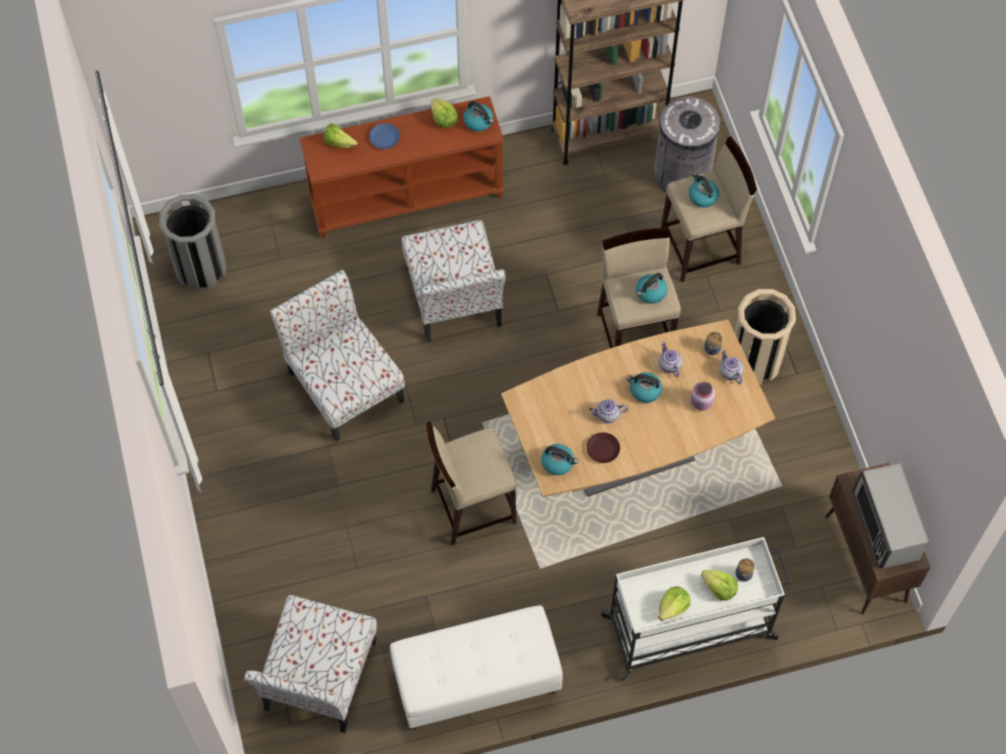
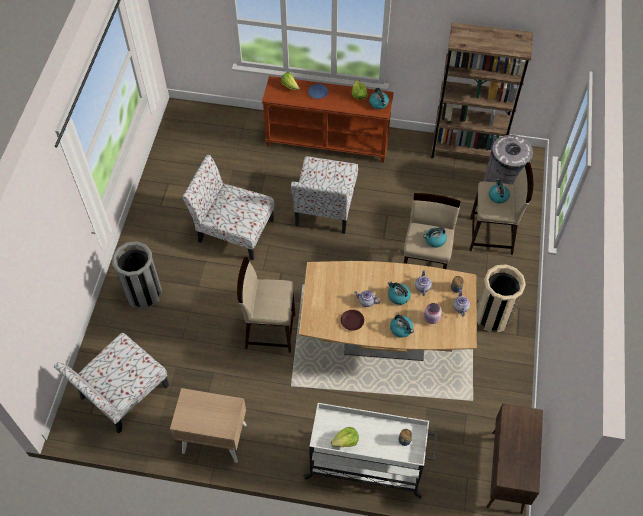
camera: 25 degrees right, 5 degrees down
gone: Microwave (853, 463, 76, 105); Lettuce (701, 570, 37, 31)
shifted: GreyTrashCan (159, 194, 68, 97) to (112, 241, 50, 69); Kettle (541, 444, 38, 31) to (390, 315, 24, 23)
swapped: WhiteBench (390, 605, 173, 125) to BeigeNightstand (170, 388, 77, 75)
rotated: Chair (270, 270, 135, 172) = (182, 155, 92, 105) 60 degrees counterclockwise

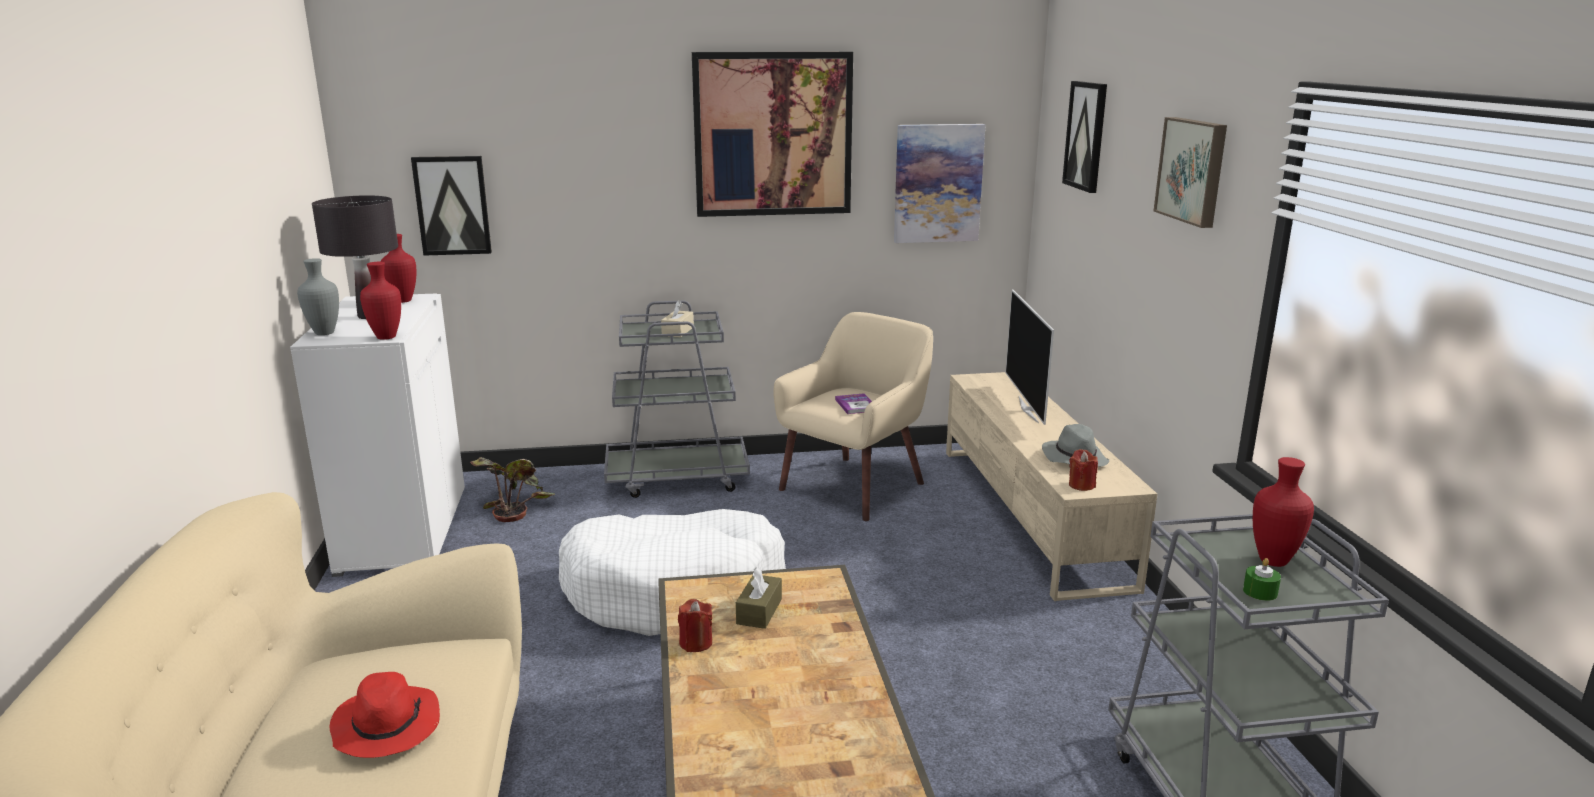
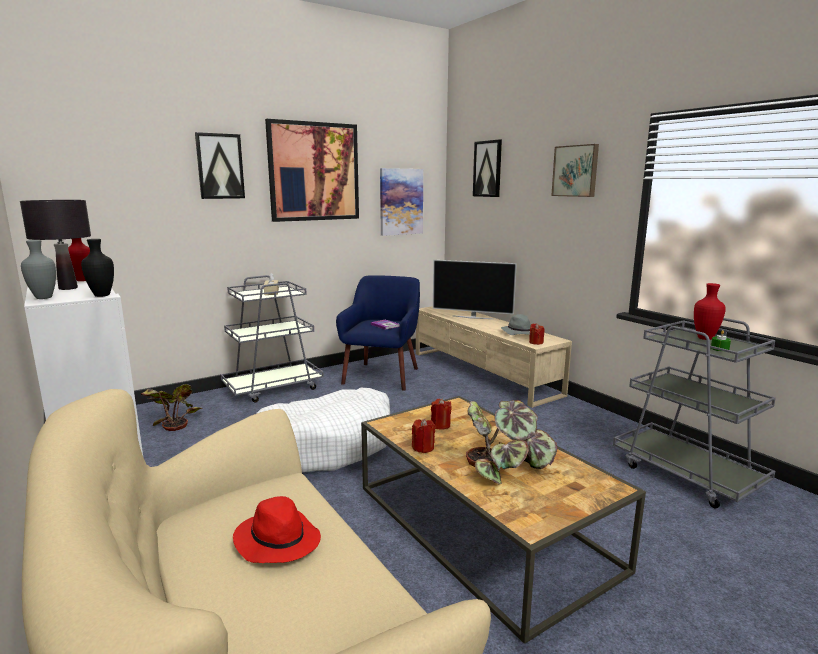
camera: 25 degrees left, 5 degrees down
new: PottedPlant (466, 400, 91, 85)
shifted: Picture (411, 156, 81, 100) to (195, 132, 50, 67)
swapped: BrownTissueBox (736, 567, 46, 62) to RedCandle (431, 398, 21, 31)
repainted: RedVase (360, 262, 41, 78) to BlackVase (81, 239, 33, 58); BeigeArmchair (773, 312, 160, 209) to BlueArmchair (336, 275, 84, 116)
rotated: Television (1006, 290, 48, 135) = (433, 260, 84, 59) 45 degrees counterclockwise

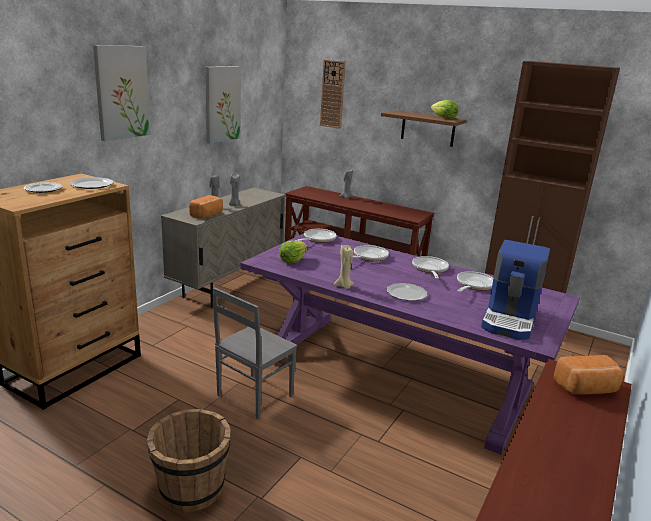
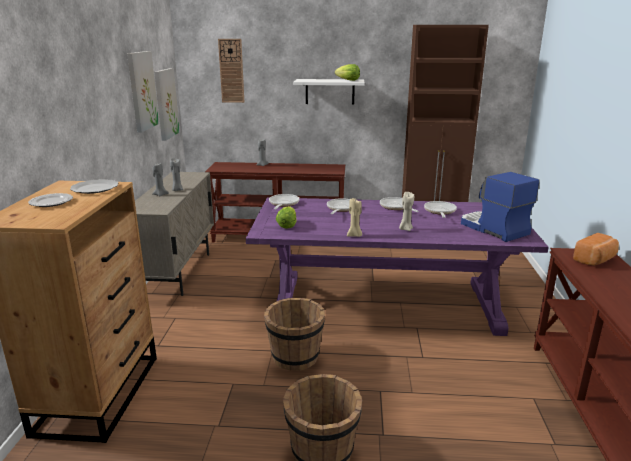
camera: 25 degrees left, 0 degrees up
gone: Bread (189, 195, 34, 24)
shifted: Picture (93, 45, 57, 96) to (154, 68, 26, 73)
swapped: Plate (387, 283, 40, 18) to BeigeCandle (399, 192, 15, 39); GreyChair (213, 287, 84, 132) to BrownBucket (264, 298, 61, 73)
repainted: BrownShelf (381, 110, 86, 37) to WhiteShelf (293, 79, 71, 26)
rotated: CoffeeMachine (481, 240, 69, 100) = (461, 172, 79, 70) 150 degrees clockwise

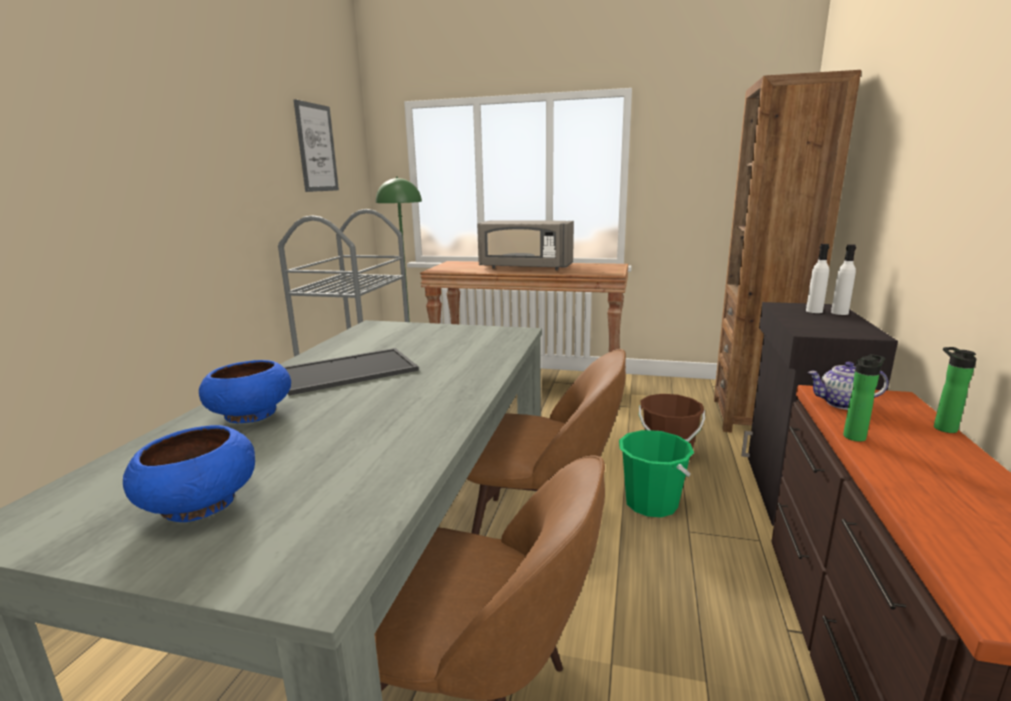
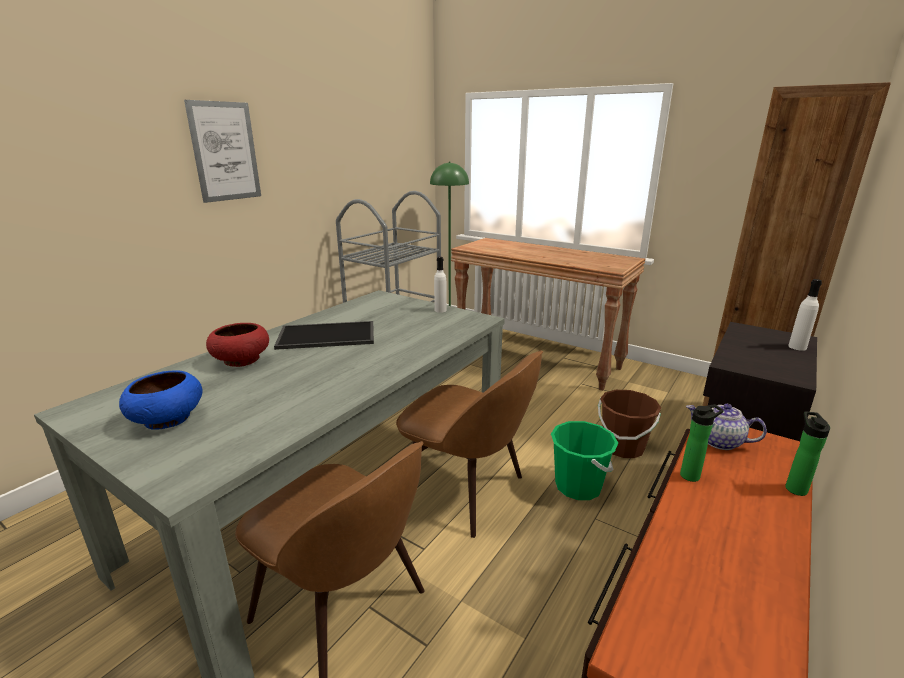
camera: 20 degrees right, 5 degrees up
gone: GreyMicrowave (477, 220, 97, 50)
shifted: Picture (294, 99, 45, 93) to (184, 100, 77, 103); WhiteBottle (806, 244, 23, 69) to (434, 257, 13, 56)
repainted: BlueBowl (199, 360, 92, 63) to RedBowl (206, 323, 63, 44)

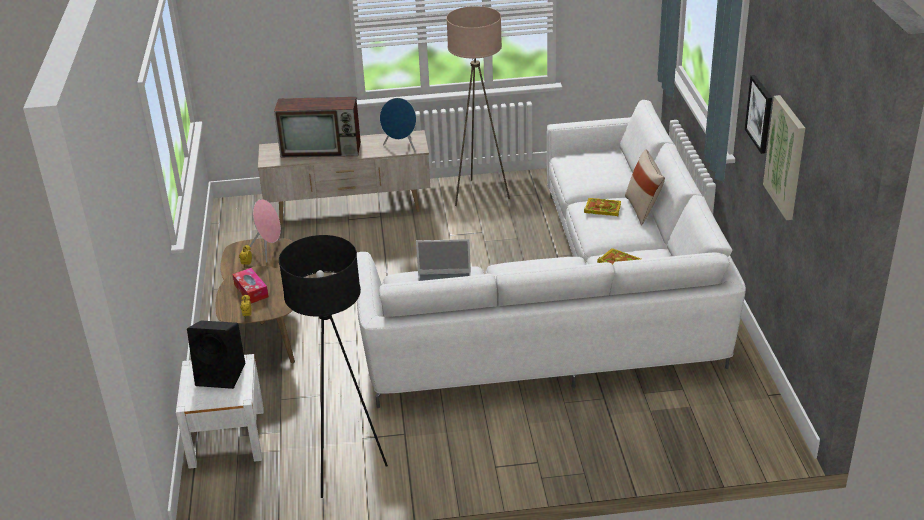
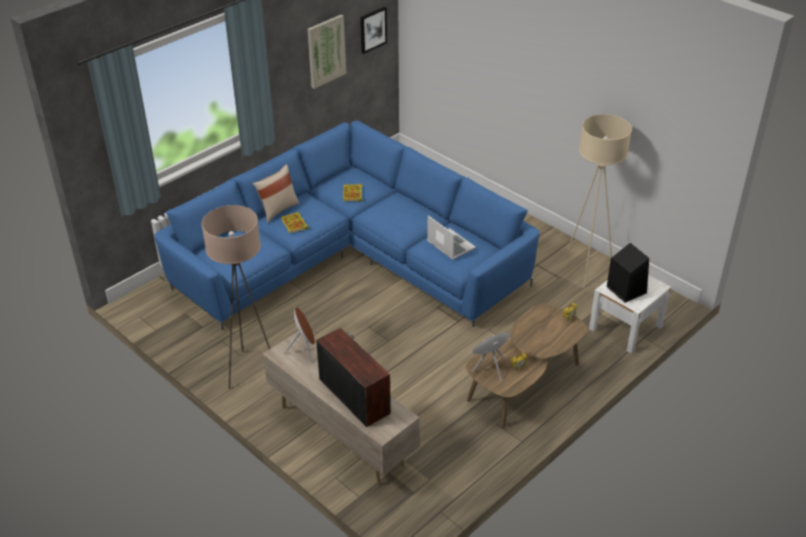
camera: 130 degrees left, 5 degrees up
gone: TissueBox (232, 268, 37, 35)
shifted: Picture (745, 75, 27, 79) to (361, 7, 26, 47)
repainted: BlueSpeaker (380, 98, 36, 54) to BrownSpeaker (284, 307, 31, 56); WhiteSofa (357, 100, 389, 308) to BlueSofa (154, 121, 386, 209); BlackFloorLamp (279, 235, 109, 263) to BeigeFloorLamp (565, 114, 67, 174)

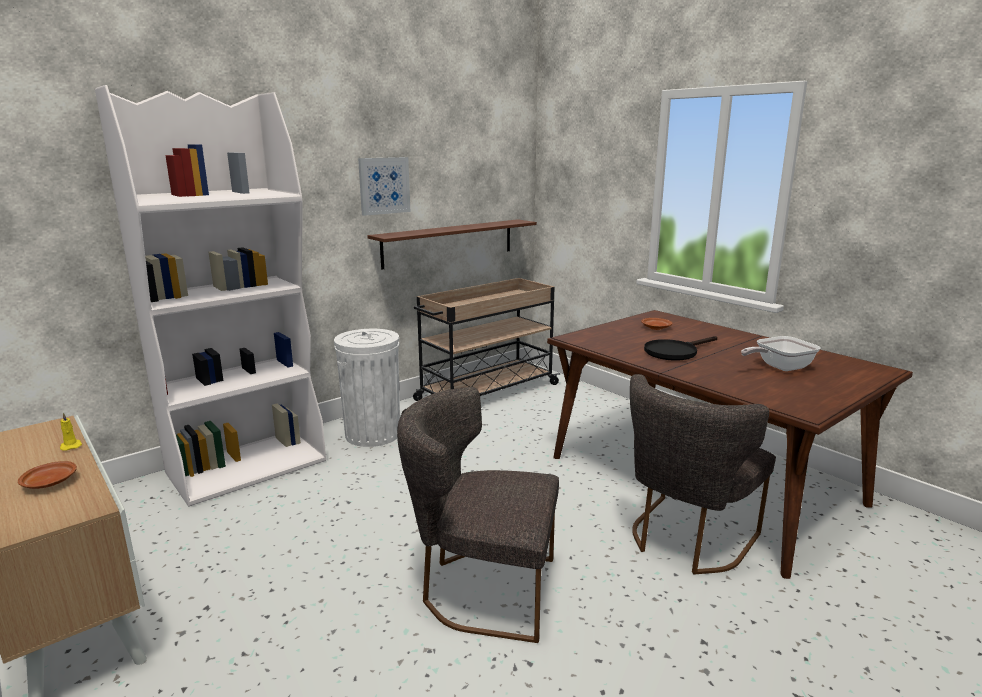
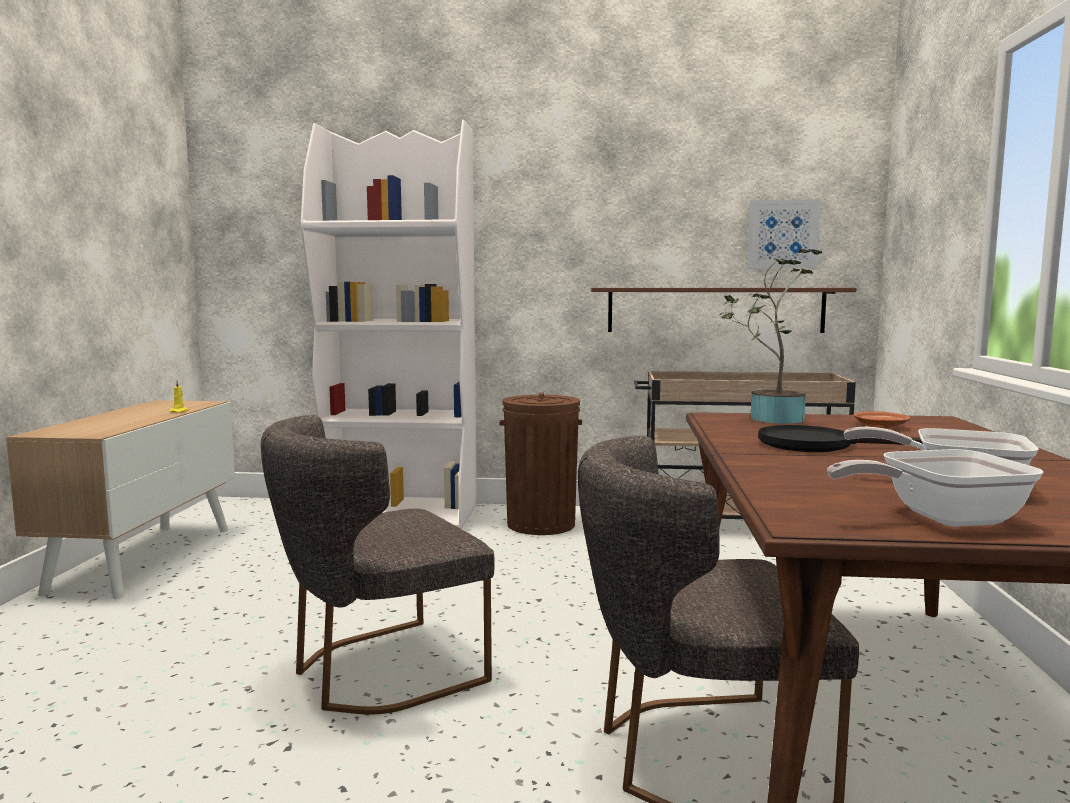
camera: 45 degrees right, 10 degrees down
gone: BrownPlate (18, 461, 59, 28)
new: PottedPlant (719, 249, 103, 175); FryingPan (827, 449, 217, 78)
shifted: Picture (358, 157, 52, 59) to (747, 199, 74, 70)
repainted: WhiteTrashCan (334, 329, 66, 118) to BrownTrashCan (499, 392, 83, 143)
rotated: GreyChair (397, 387, 162, 256) = (261, 415, 234, 300) 90 degrees counterclockwise

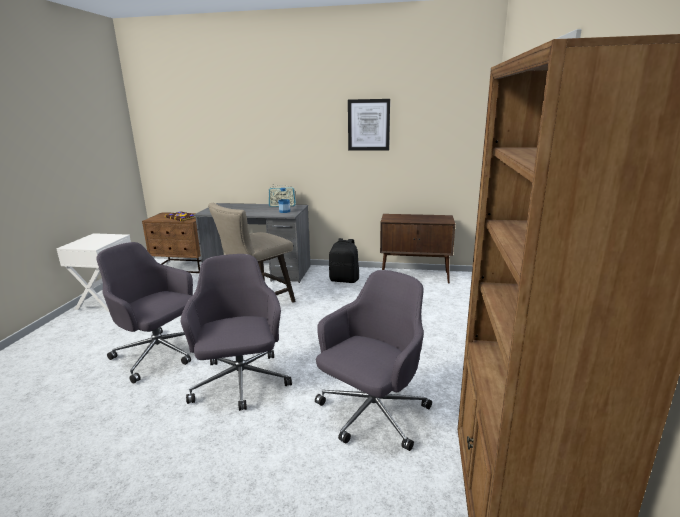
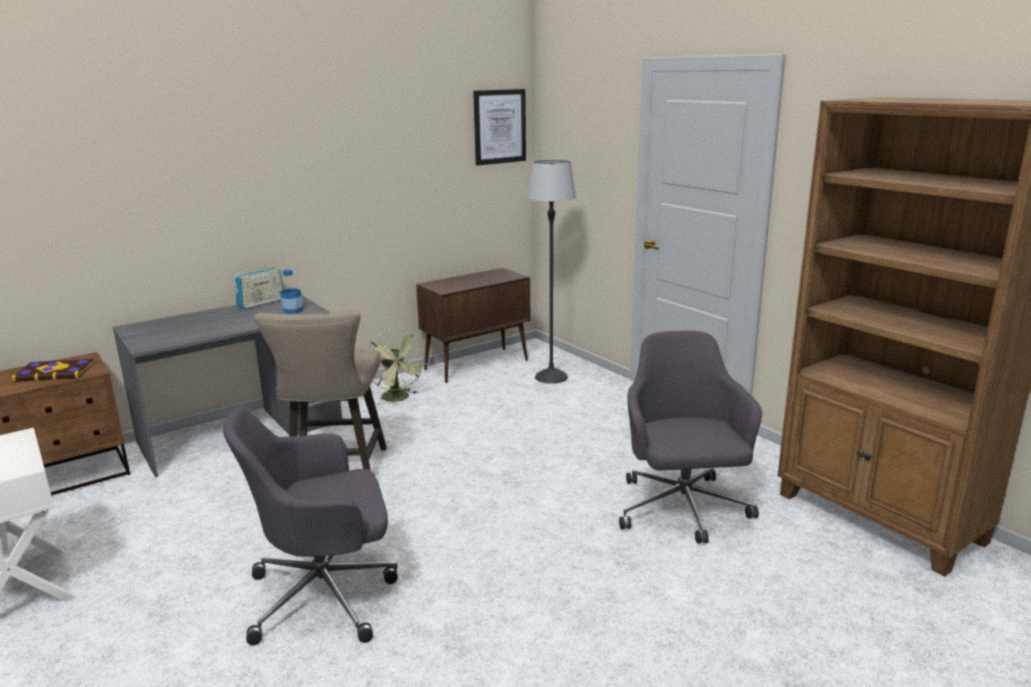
camera: 45 degrees left, 0 degrees up
gone: GreyOfficeChair (181, 254, 111, 157)
new: FloorLamp (527, 160, 49, 224)
shifted: Picture (348, 99, 42, 52) to (473, 89, 53, 77)
swapped: BlackBackpack (329, 238, 30, 45) to GreenFan (368, 329, 58, 76)

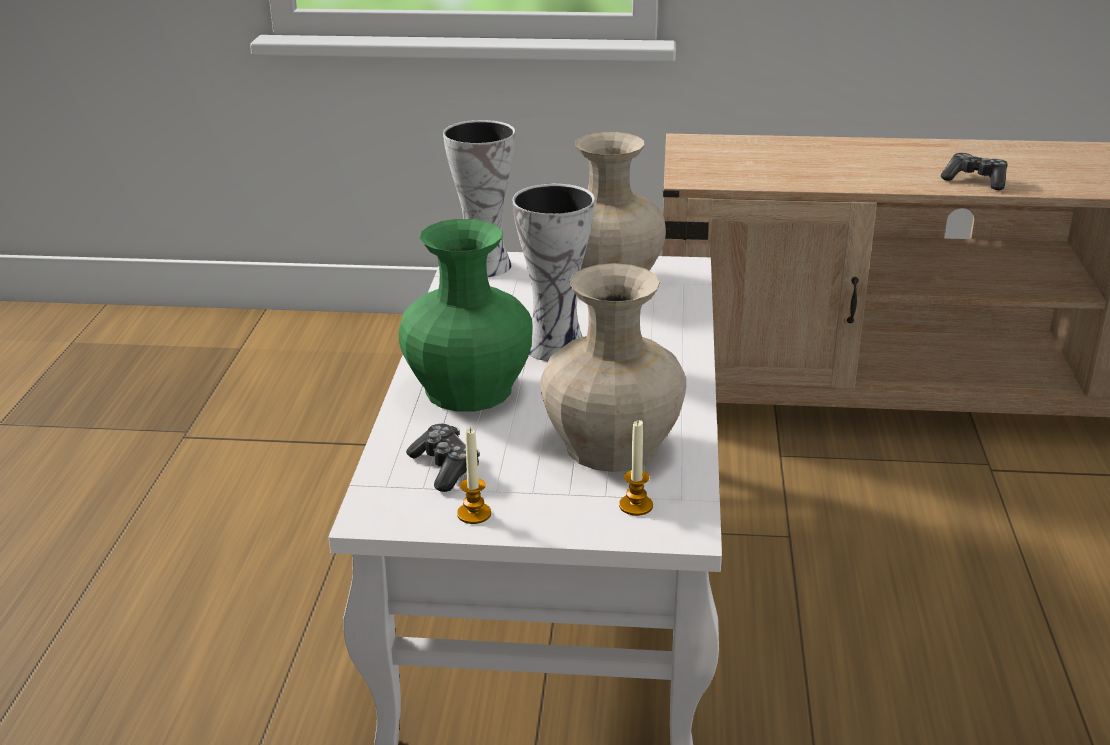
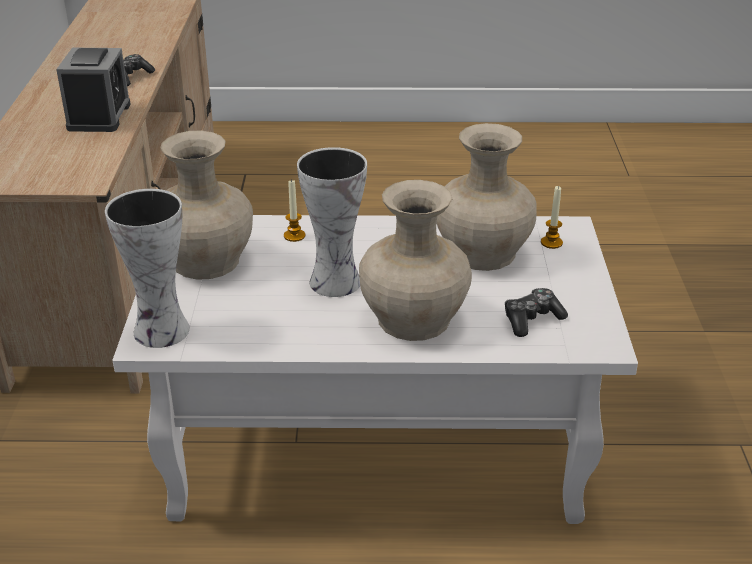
camera: 95 degrees left, 5 degrees up
new: AlarmClock (56, 48, 74, 84)
shifted: Candle (457, 428, 34, 96) to (284, 179, 21, 63)
repainted: GreenVase (399, 219, 134, 193) to BeigeVase (359, 180, 113, 161)

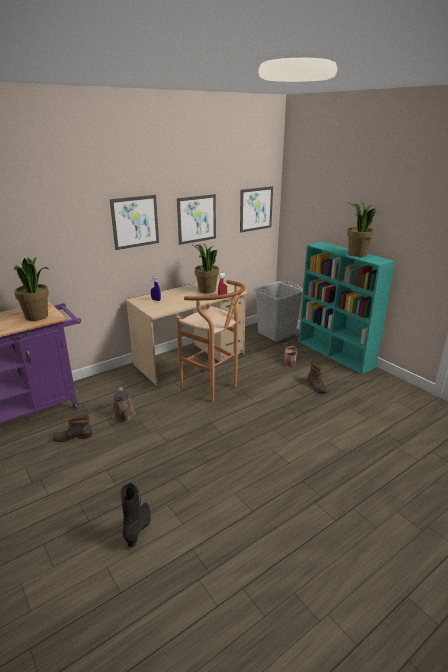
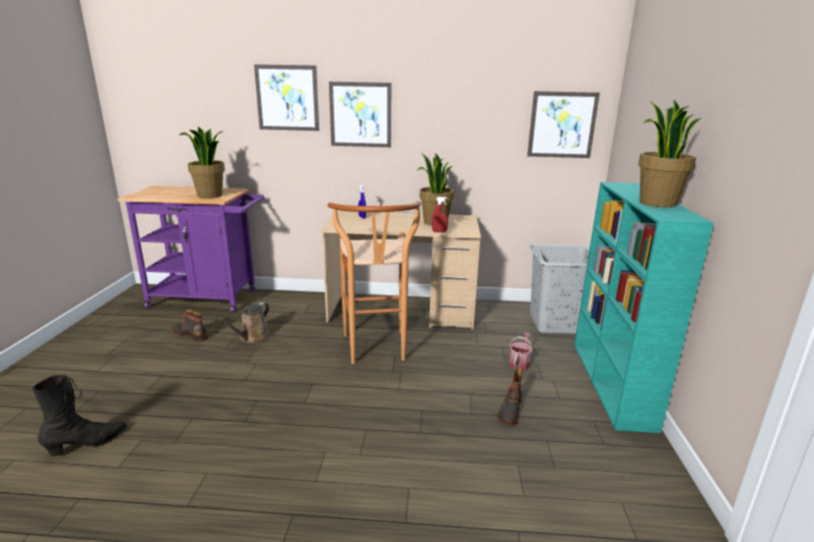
camera: 40 degrees right, 5 degrees down
shifted: Picture (177, 194, 39, 51) to (254, 64, 65, 67)

